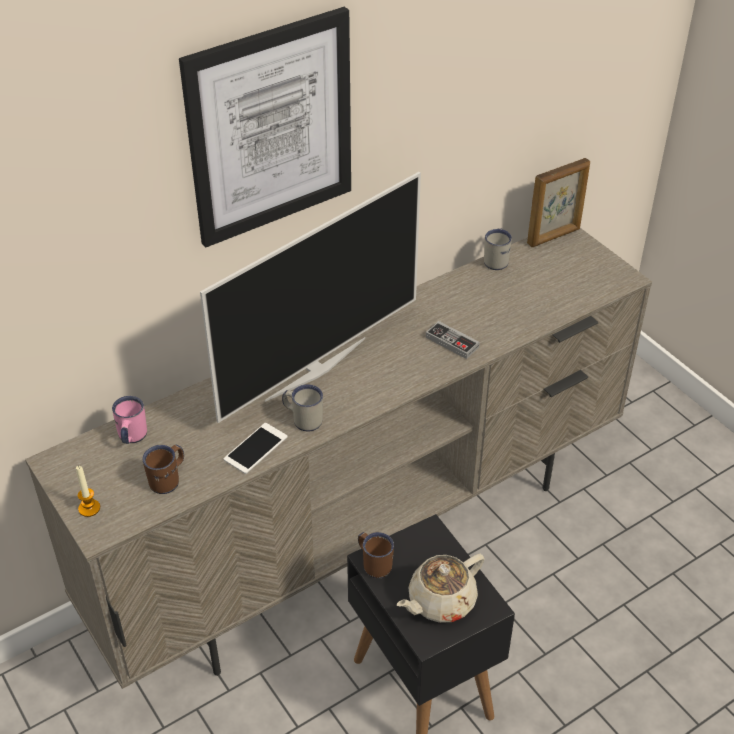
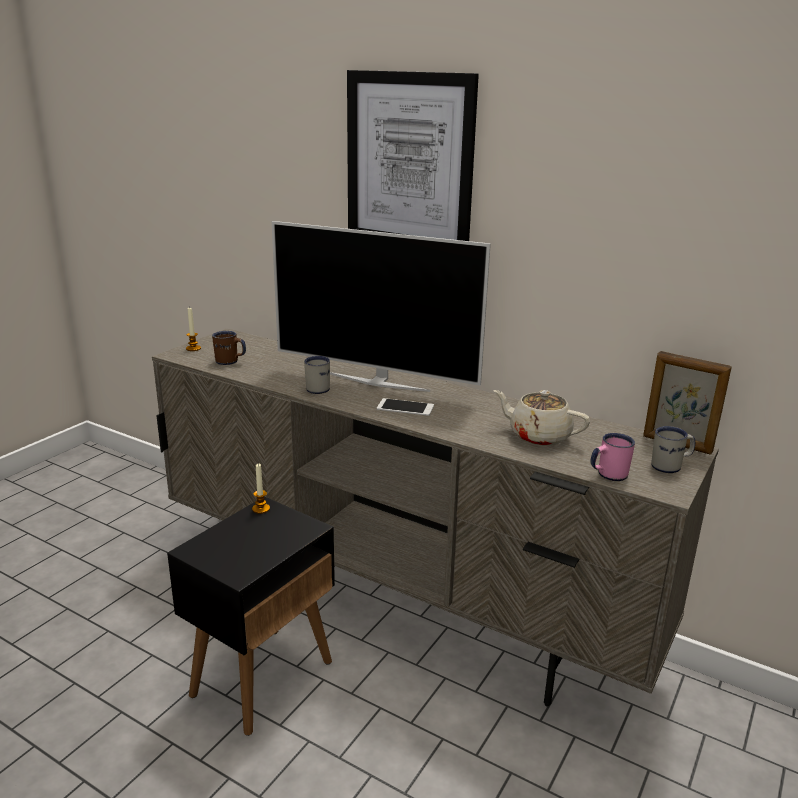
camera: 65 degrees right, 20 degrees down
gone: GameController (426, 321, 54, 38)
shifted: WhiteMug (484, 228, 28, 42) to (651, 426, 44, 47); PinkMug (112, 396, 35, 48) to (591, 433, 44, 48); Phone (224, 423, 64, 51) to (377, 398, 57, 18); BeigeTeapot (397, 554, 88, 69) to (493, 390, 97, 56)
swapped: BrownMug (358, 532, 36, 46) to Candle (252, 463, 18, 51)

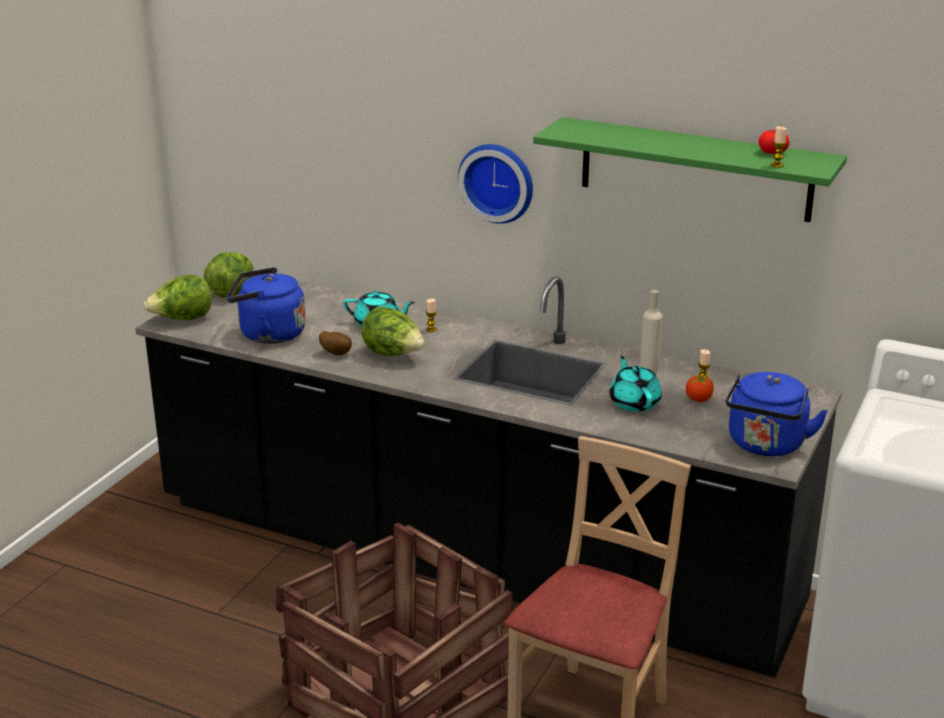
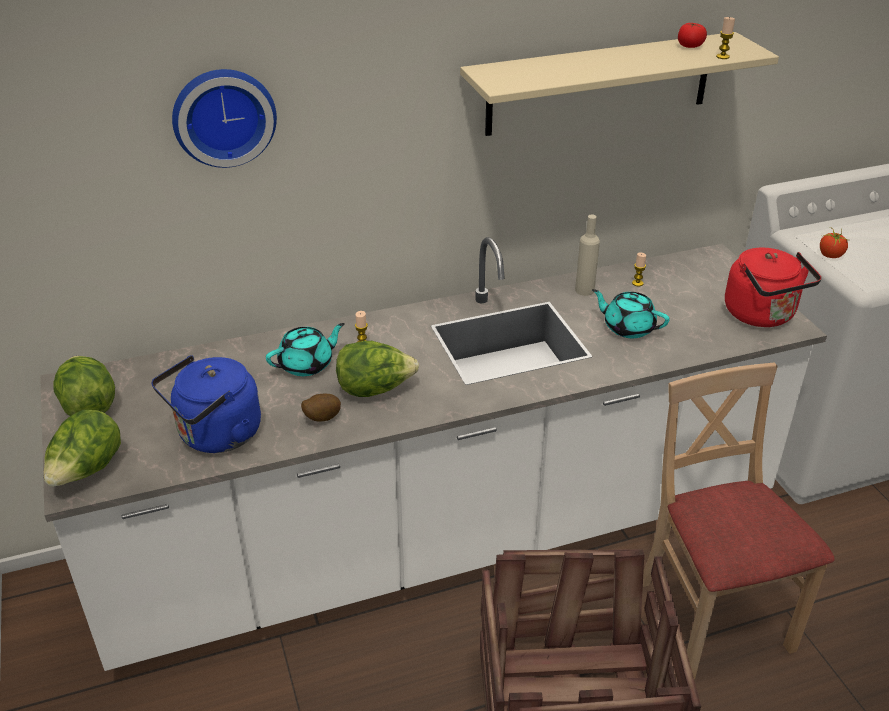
camera: 45 degrees left, 10 degrees up
shifted: WallClock (458, 144, 75, 80) to (172, 69, 105, 99); Tomato (686, 371, 30, 31) to (820, 227, 28, 31)
repainted: GreenShelf (533, 117, 314, 105) to BeigeShelf (460, 32, 319, 104); BlackCounter (135, 276, 707, 402) to WhiteCounter (40, 237, 787, 434); BlueKettle (725, 372, 103, 84) to RedKettle (725, 248, 97, 79)

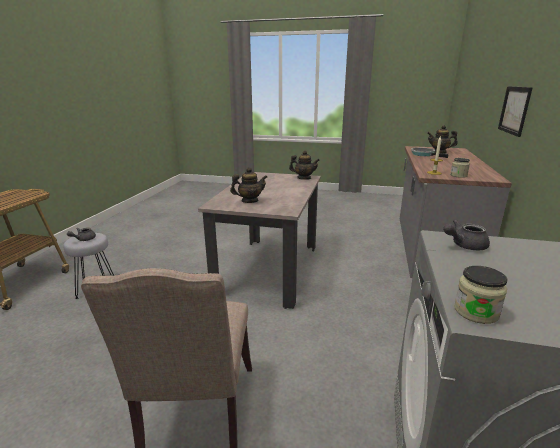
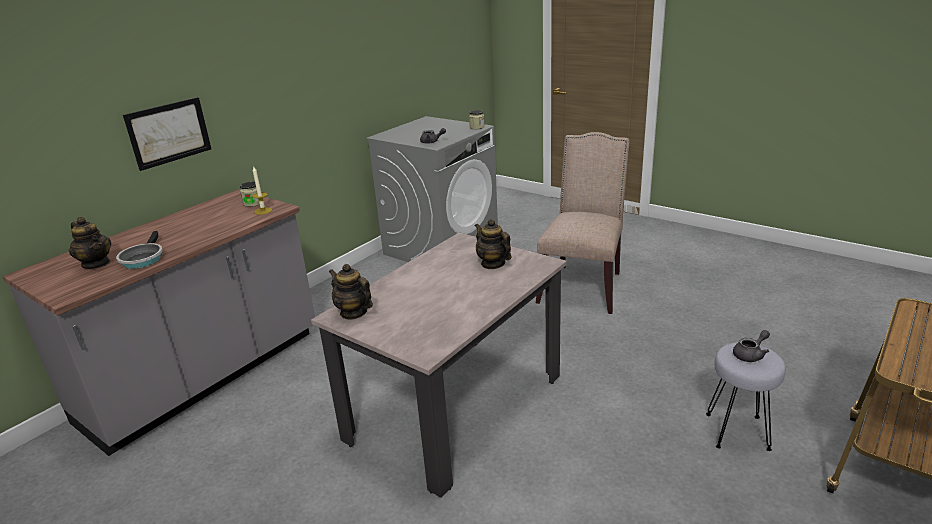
camera: 155 degrees left, 5 degrees up
rotated: Teapot (230, 167, 37, 36) = (475, 219, 36, 50) 45 degrees clockwise

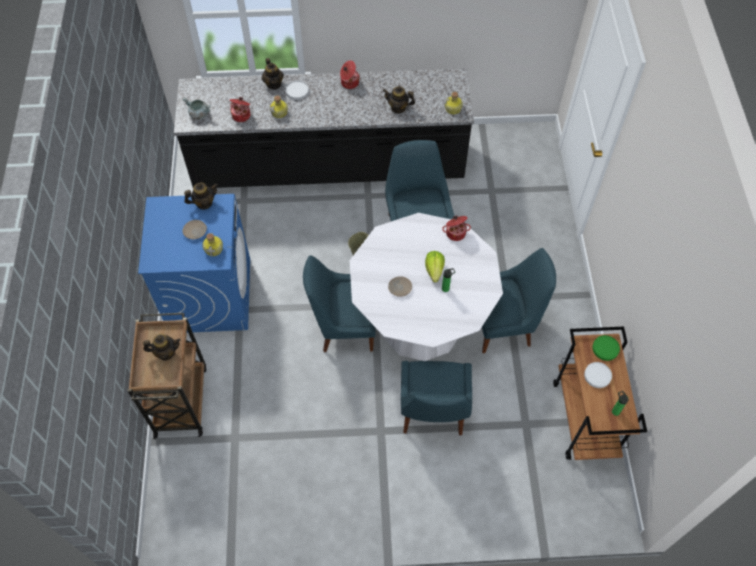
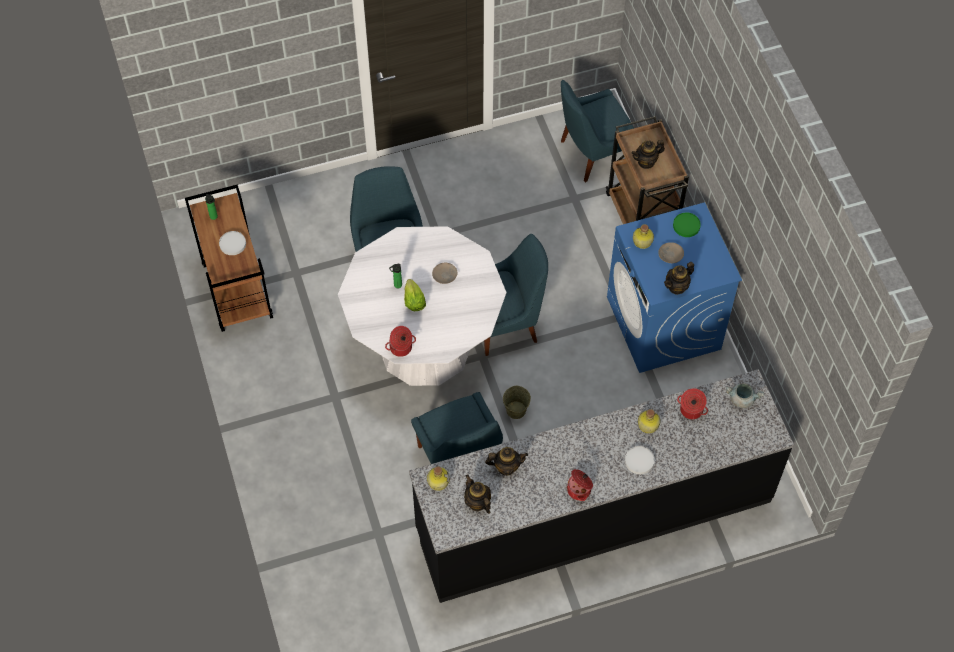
camera: 165 degrees right, 0 degrees up
shifted: Teapot (262, 58, 22, 32) to (464, 475, 27, 39); BlueChair (482, 248, 74, 105) to (561, 80, 73, 103); GreenPlate (592, 335, 28, 26) to (673, 213, 28, 24)

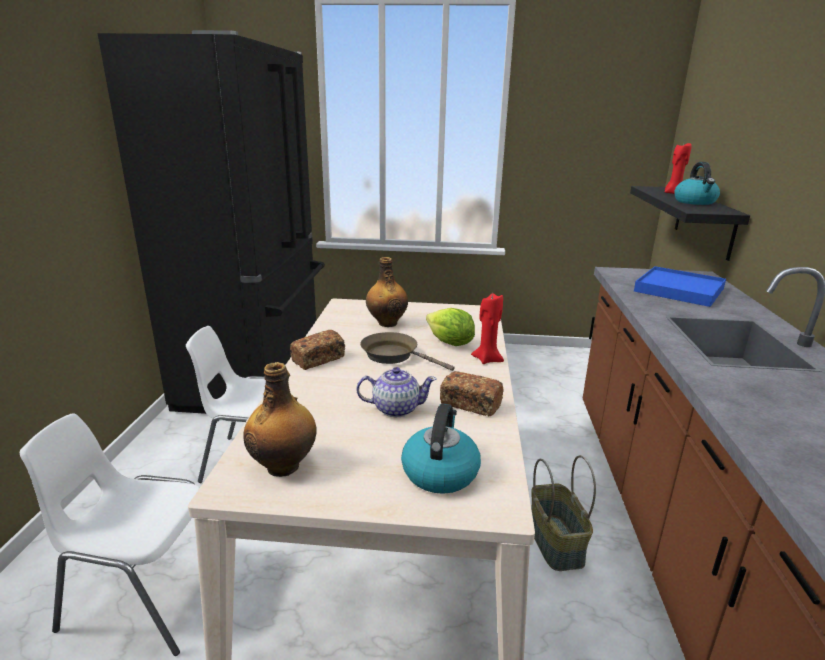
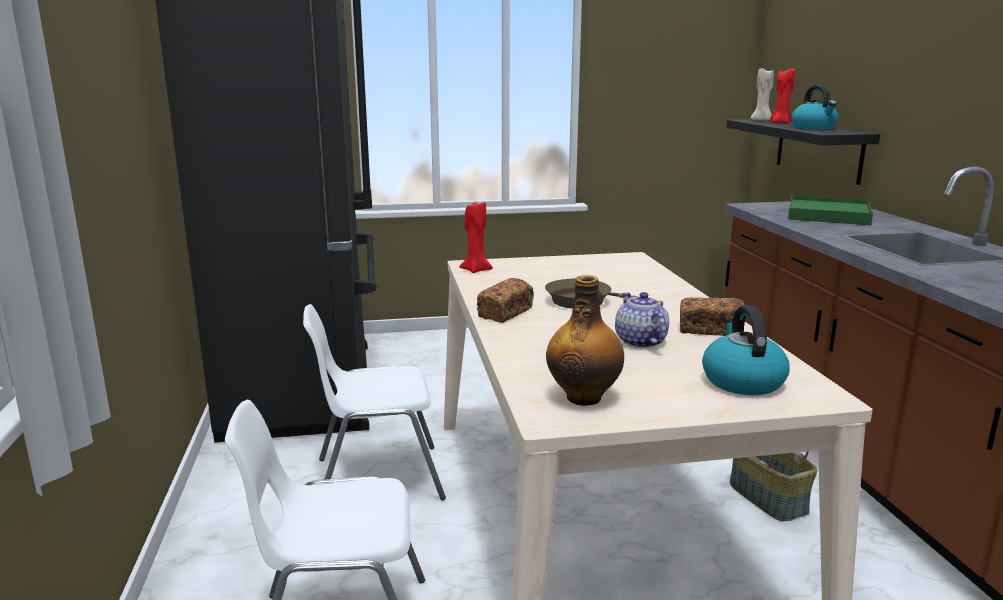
camera: 15 degrees left, 5 degrees down
gone: Bottle (366, 257, 42, 70); Lettuce (426, 308, 49, 38)
new: BeigeCandle (751, 68, 23, 52)
shifted: RedCandle (471, 293, 33, 71) to (459, 201, 34, 72)
repainted: BlueTray (634, 266, 92, 41) to GreenTray (788, 196, 85, 29)
rotated: Teapot (356, 367, 80, 50) = (615, 292, 54, 56) 90 degrees counterclockwise

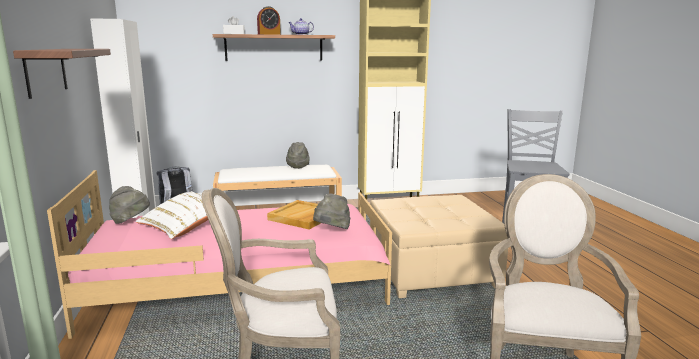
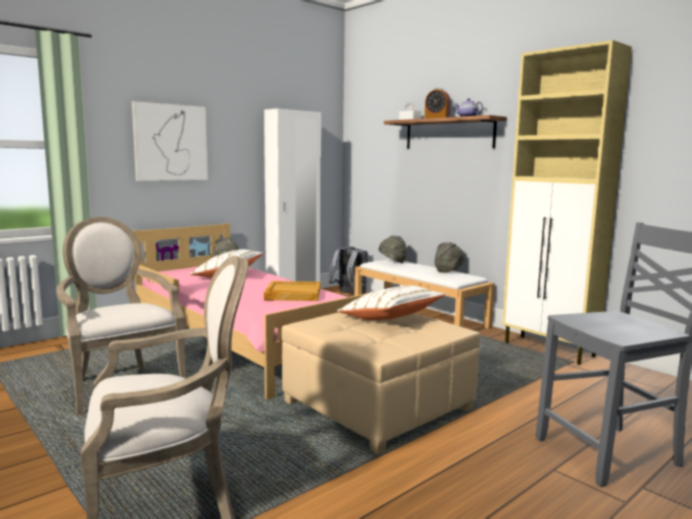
camera: 60 degrees right, 5 degrees down
new: WhitePillow (337, 285, 108, 35)
shifted: GreyHat (313, 193, 38, 36) to (379, 235, 28, 28)
swapped: Shelf (13, 49, 98, 50) to Picture (132, 101, 76, 80)

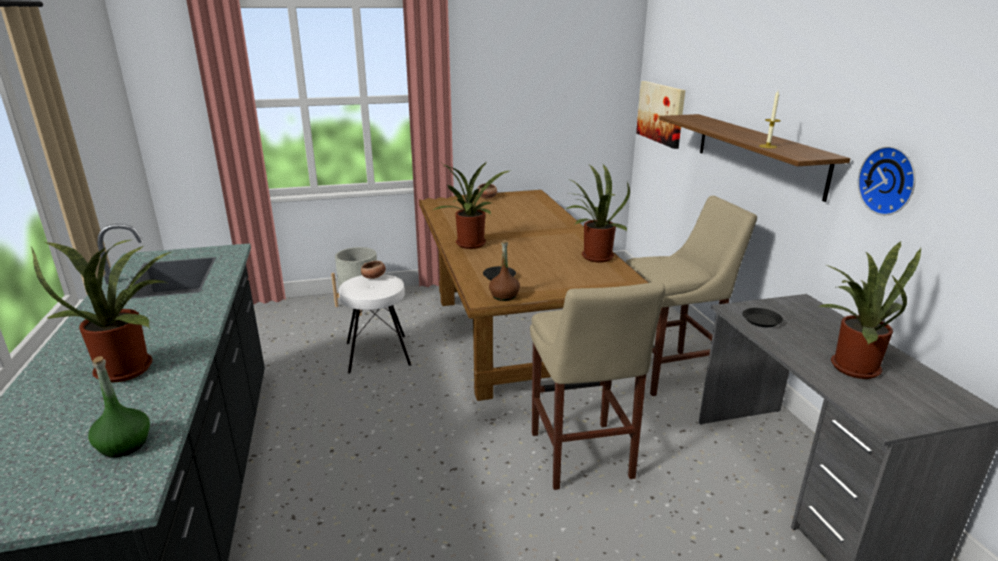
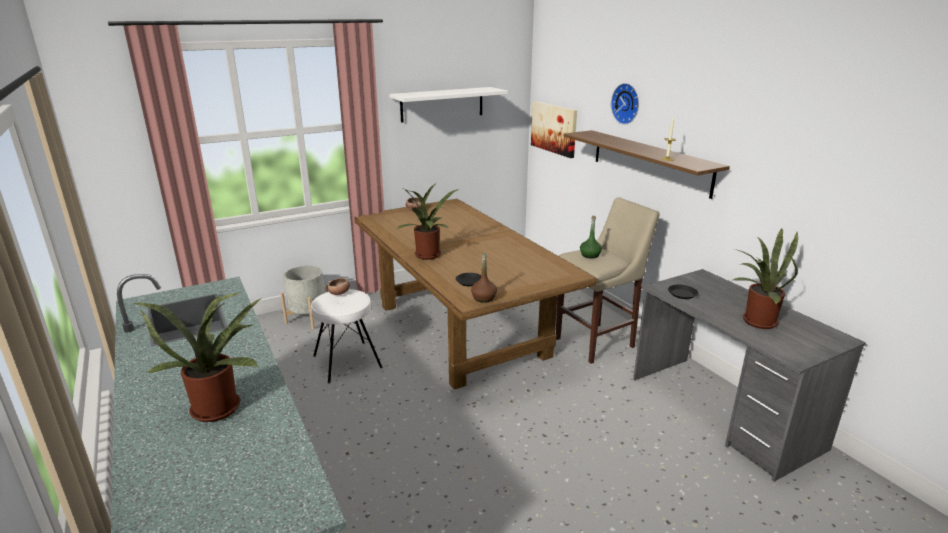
camera: 15 degrees left, 0 degrees up
gone: PottedPlant (566, 164, 64, 99); BeigeStool (530, 282, 136, 208)
new: WhiteShelf (389, 87, 119, 36)
shifted: WallClock (858, 146, 58, 69) to (611, 83, 28, 42); GreenBottle (88, 356, 62, 102) to (580, 216, 22, 42)

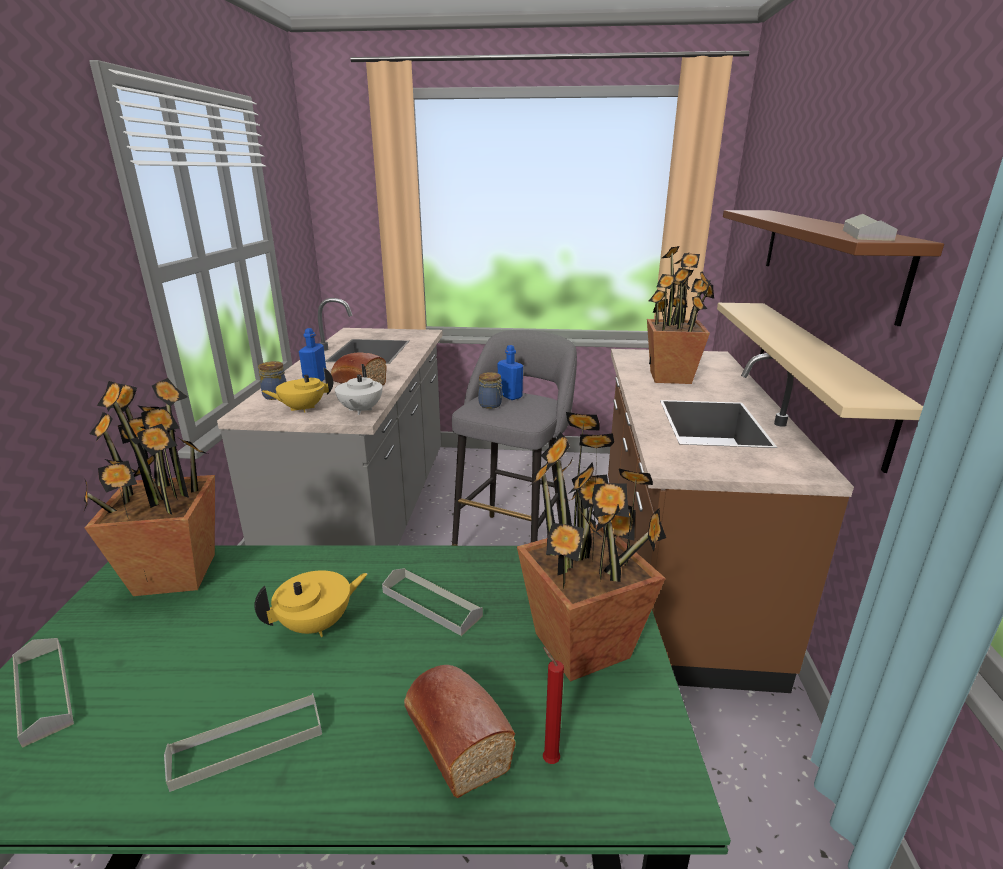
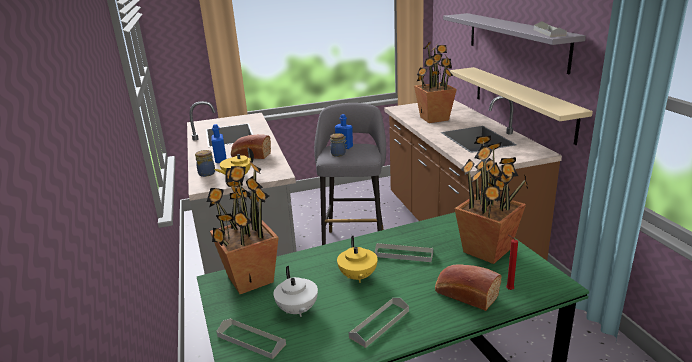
camera: 20 degrees left, 0 degrees up
shifted: WhiteTeapot (335, 364, 47, 51) to (273, 266, 45, 51)
repainted: BrownShelf (723, 210, 221, 116) to GreyShelf (443, 13, 143, 61)
rotated: YellowTeapot (254, 570, 114, 67) = (337, 236, 41, 47) 135 degrees clockwise

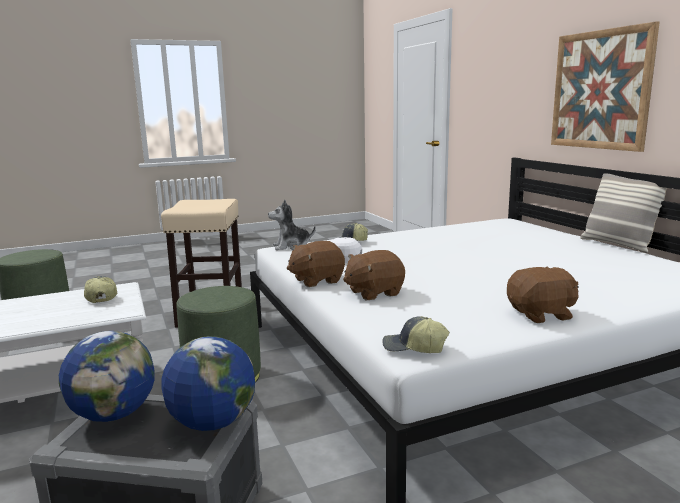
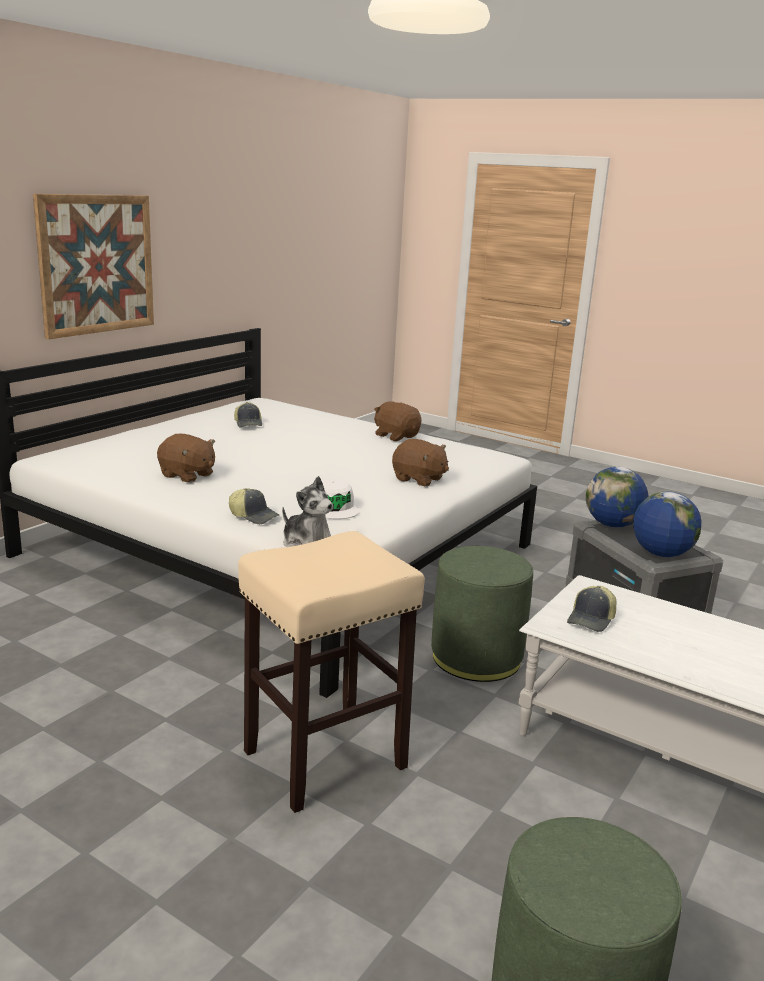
camera: 125 degrees left, 5 degrees up
gone: Pillow (580, 174, 87, 79)
shifted: BrownPlushToy (287, 241, 58, 46) to (157, 434, 58, 49); Cap (382, 316, 68, 37) to (234, 402, 28, 25)

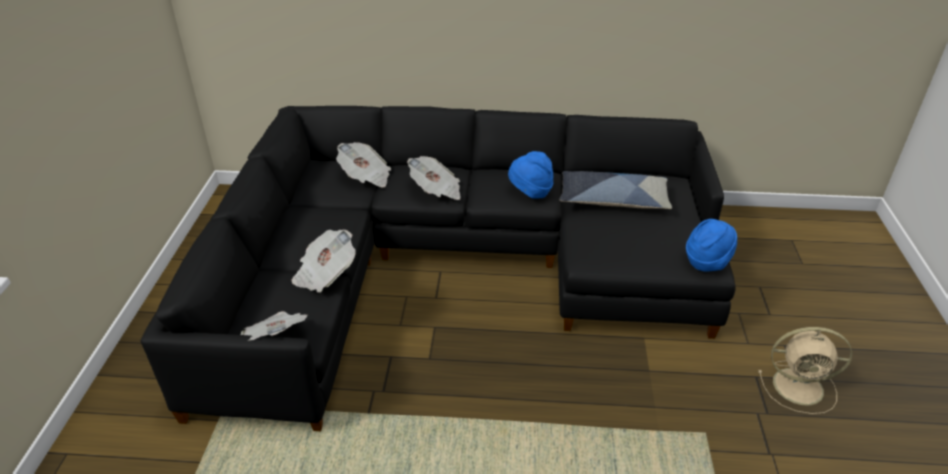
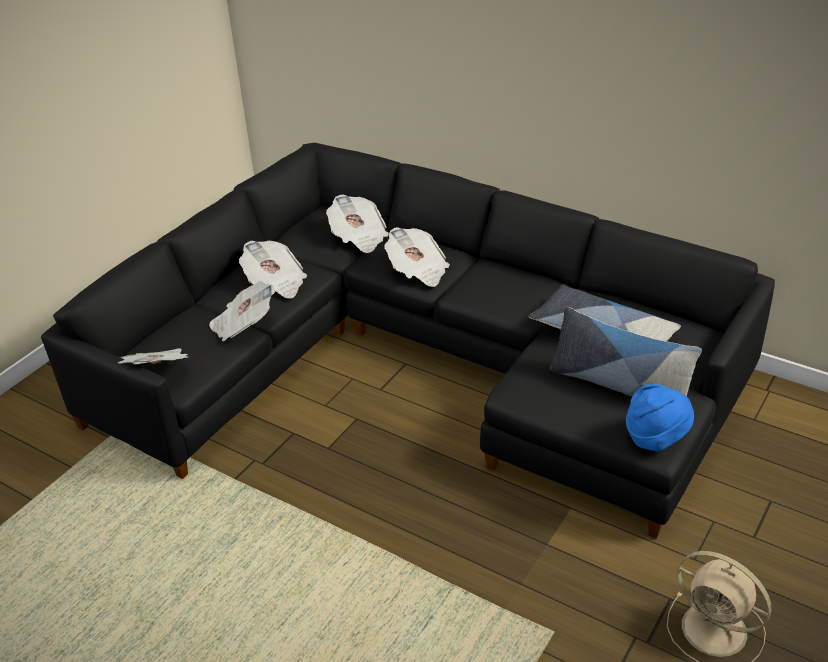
camera: 30 degrees right, 0 degrees up
gone: BlueHat (508, 151, 45, 48)
new: Newspaper (239, 241, 68, 58); Pillow (550, 306, 152, 91)

